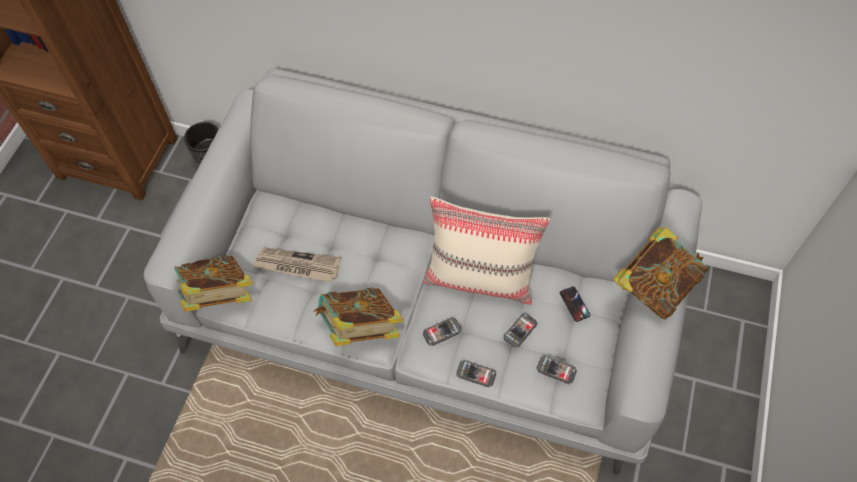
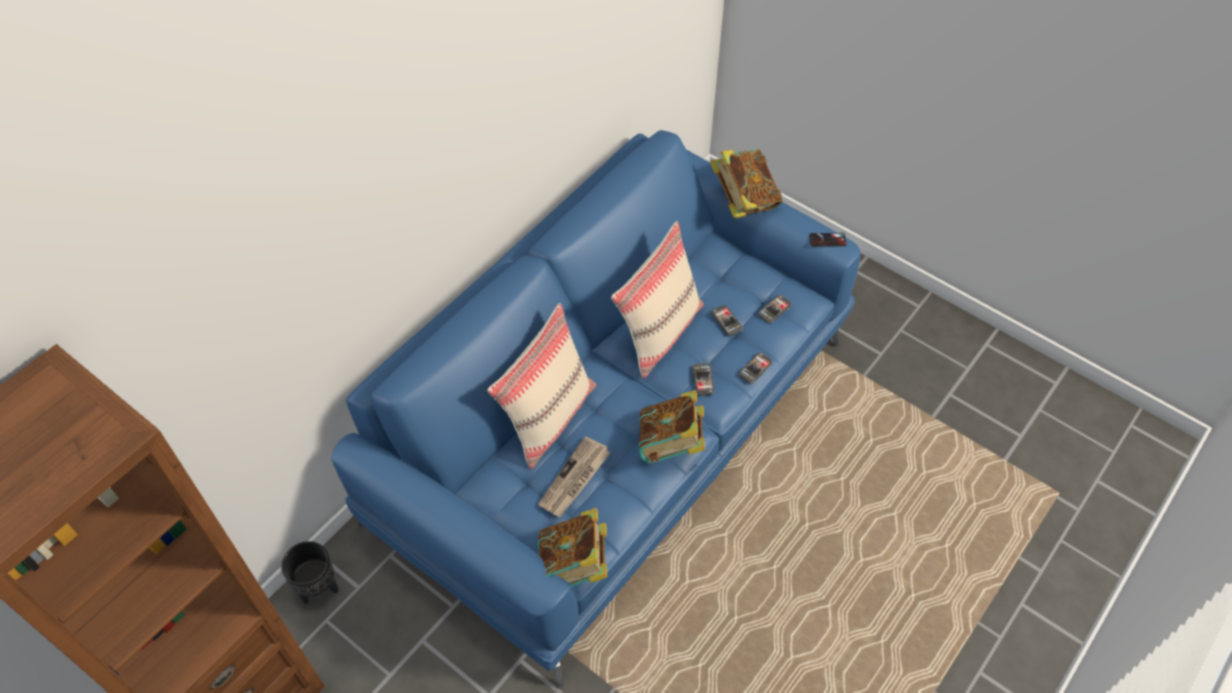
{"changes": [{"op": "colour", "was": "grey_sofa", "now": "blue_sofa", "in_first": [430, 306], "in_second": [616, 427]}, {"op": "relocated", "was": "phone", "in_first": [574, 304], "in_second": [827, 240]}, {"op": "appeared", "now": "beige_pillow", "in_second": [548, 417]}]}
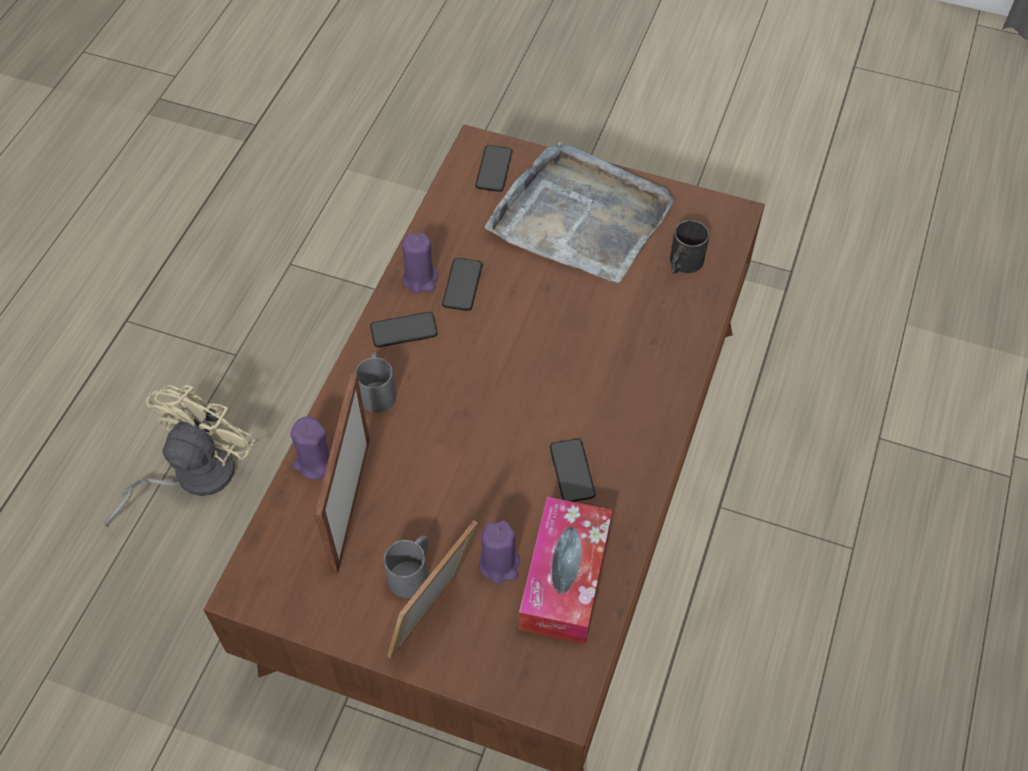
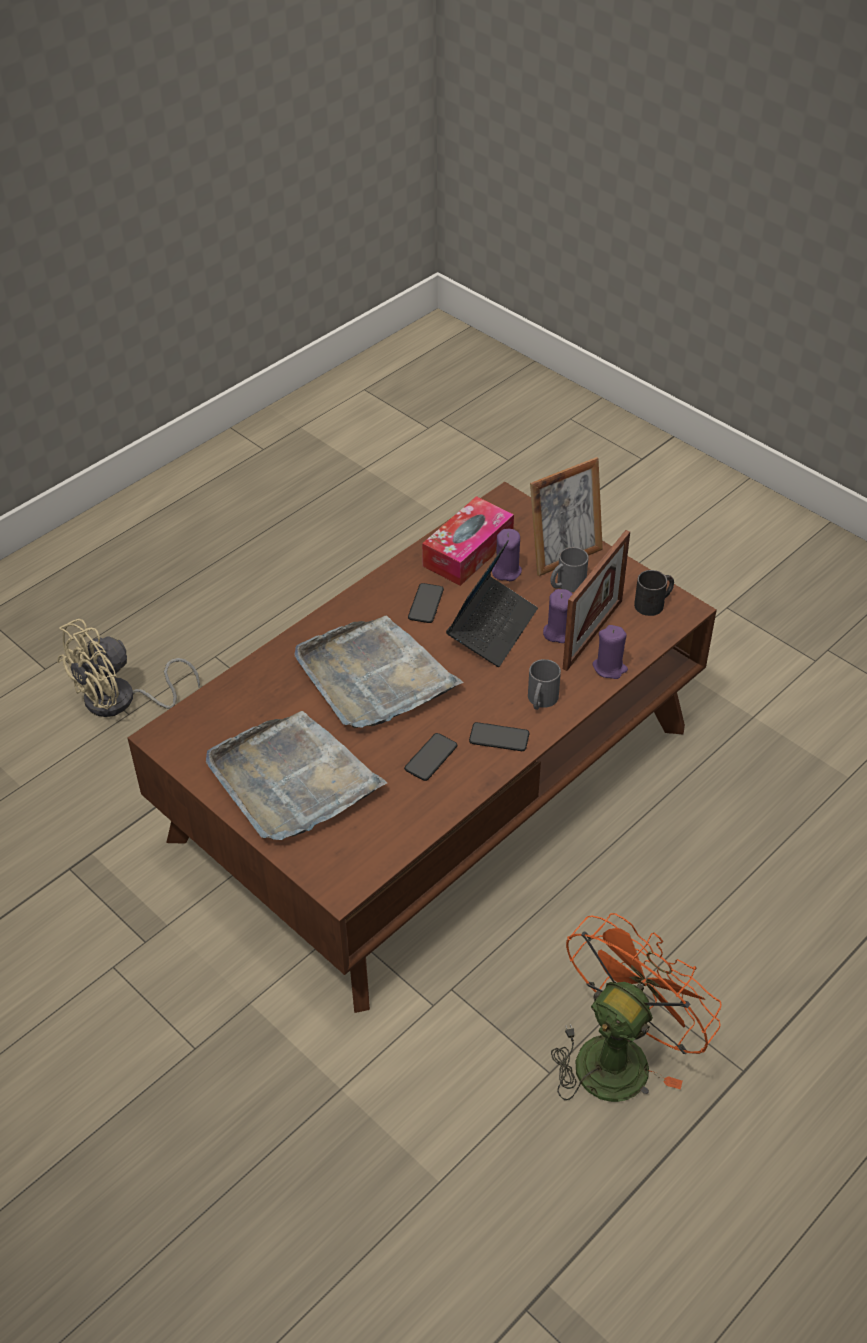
{"changes": [{"op": "missing", "was": "phone", "in_first": [494, 169]}, {"op": "relocated", "was": "black_mug", "in_first": [682, 264], "in_second": [654, 603]}, {"op": "relocated", "was": "purple_candle", "in_first": [420, 279], "in_second": [558, 632]}, {"op": "relocated", "was": "beige_fan", "in_first": [192, 476], "in_second": [121, 701]}, {"op": "appeared", "now": "laptop", "in_second": [492, 628]}, {"op": "appeared", "now": "grey_tray", "in_second": [374, 677]}, {"op": "appeared", "now": "orange_fan", "in_second": [619, 1053]}]}
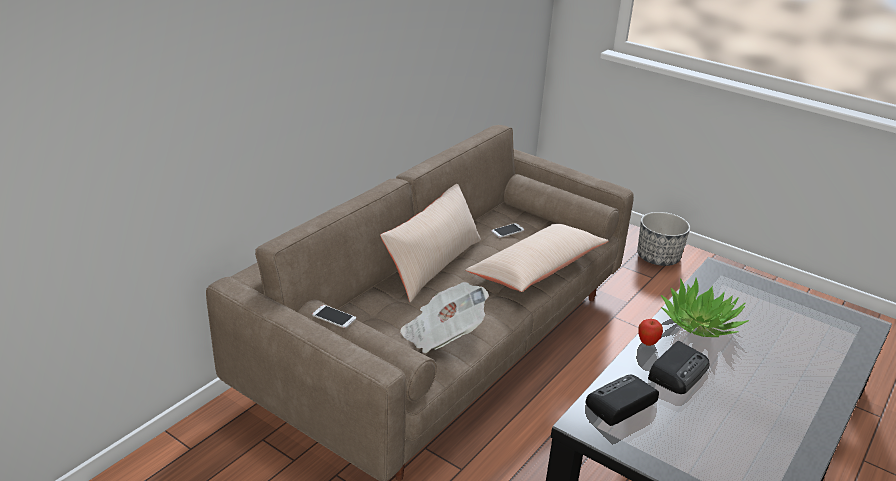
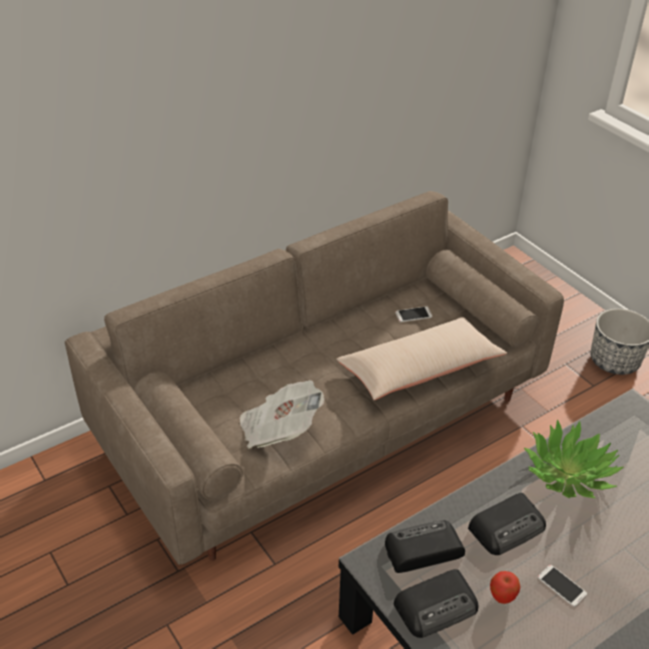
{"changes": [{"op": "missing", "was": "beige_pillow", "in_first": [433, 264]}, {"op": "relocated", "was": "phone", "in_first": [334, 317], "in_second": [561, 586]}, {"op": "relocated", "was": "apple", "in_first": [647, 343], "in_second": [502, 597]}, {"op": "appeared", "now": "radio", "in_second": [437, 606]}]}
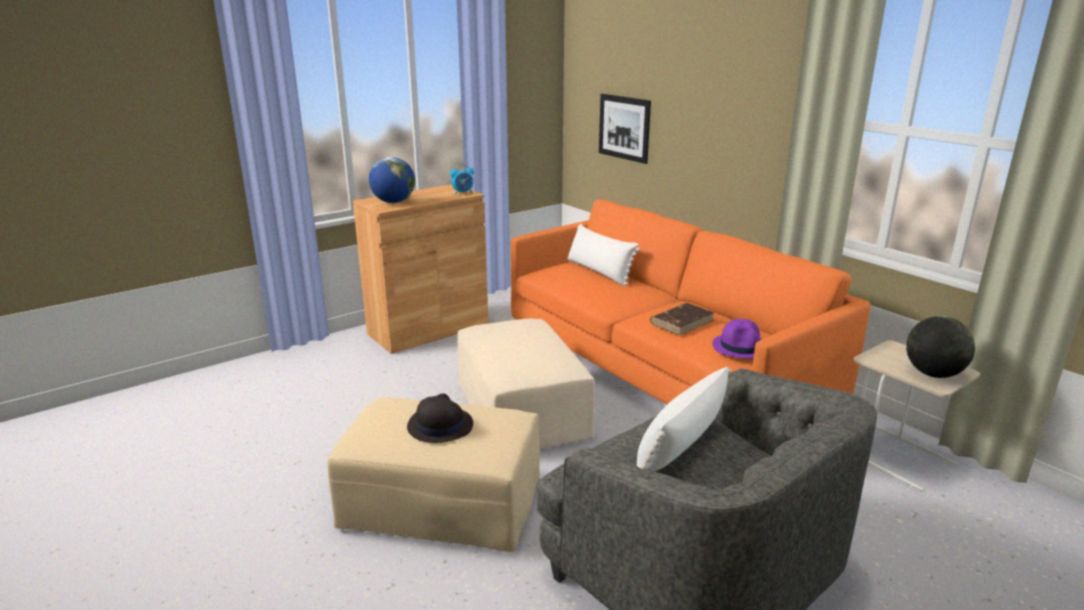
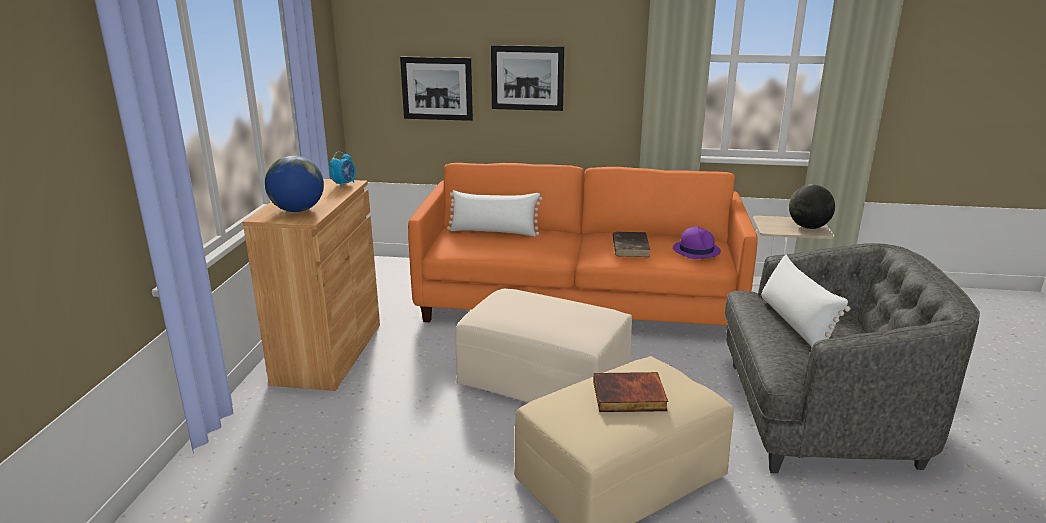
{"changes": [{"op": "exchanged", "was": "black_hat", "now": "book", "in_first": [439, 426], "in_second": [628, 397]}, {"op": "appeared", "now": "picture", "in_second": [527, 78]}]}
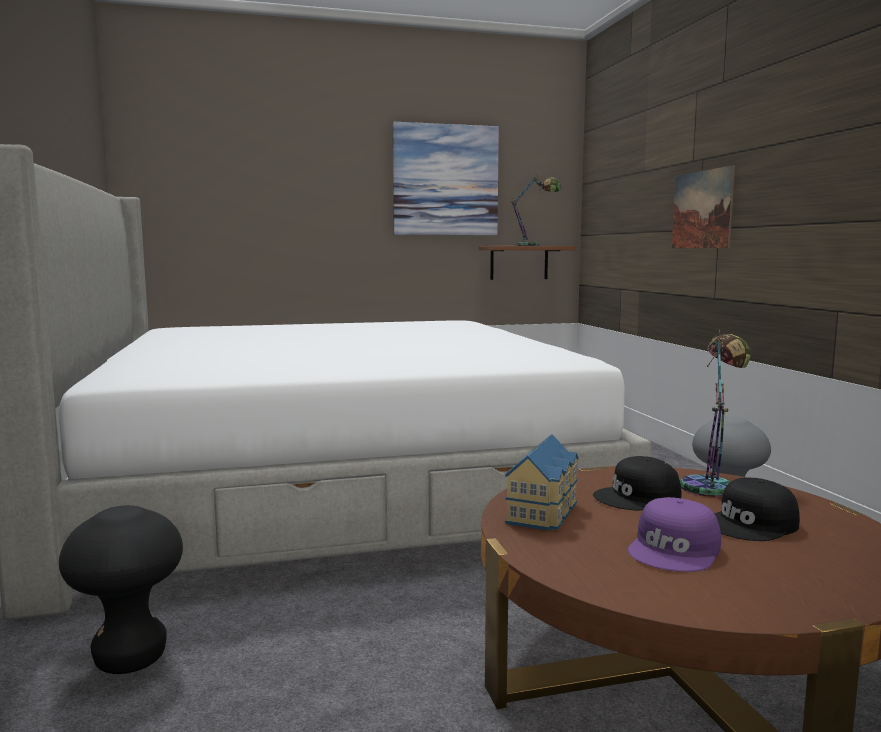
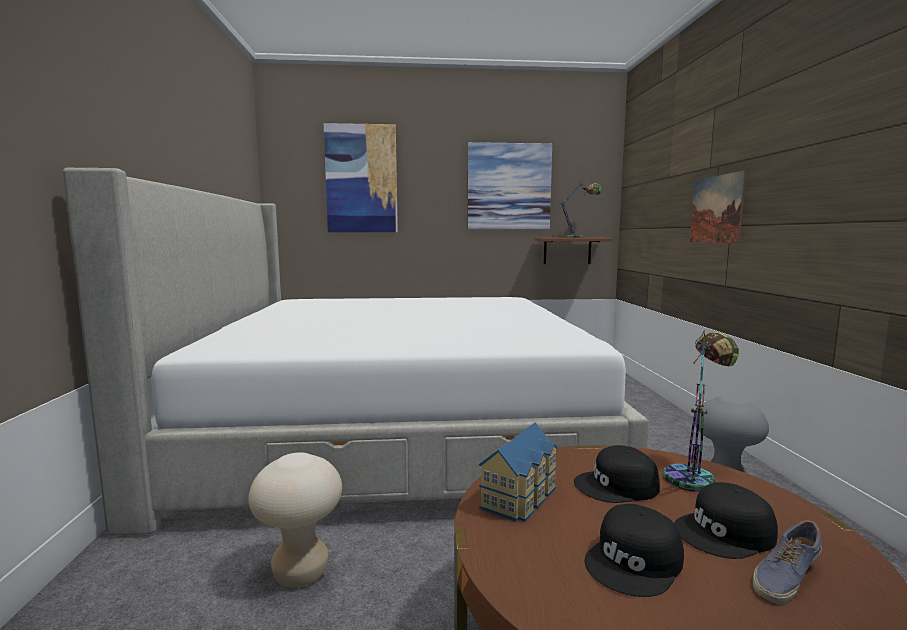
{"changes": [{"op": "colour", "was": "purple_cap", "now": "black_cap", "in_first": [675, 550], "in_second": [635, 562]}, {"op": "missing", "was": "black_stool", "in_first": [130, 659]}, {"op": "appeared", "now": "picture", "in_second": [361, 179]}, {"op": "appeared", "now": "beige_stool", "in_second": [301, 573]}, {"op": "appeared", "now": "shoe", "in_second": [785, 577]}]}
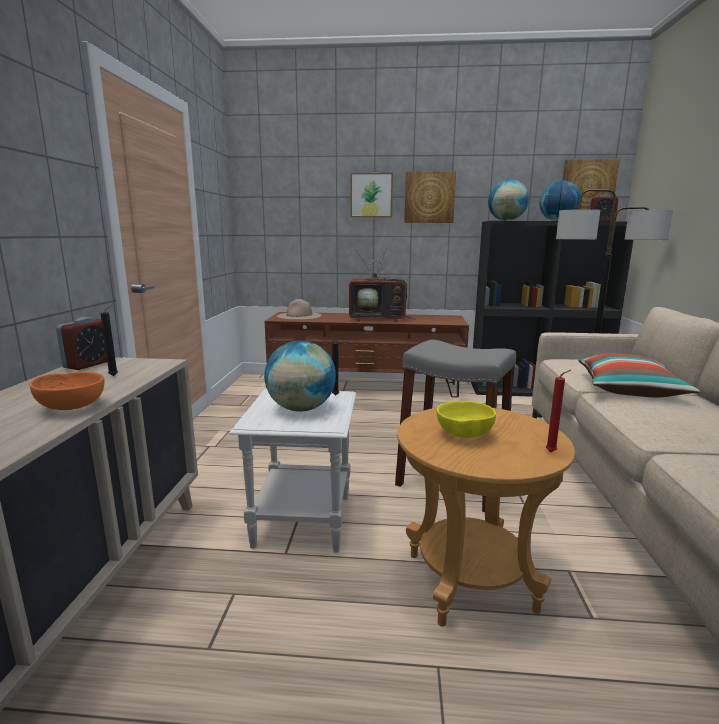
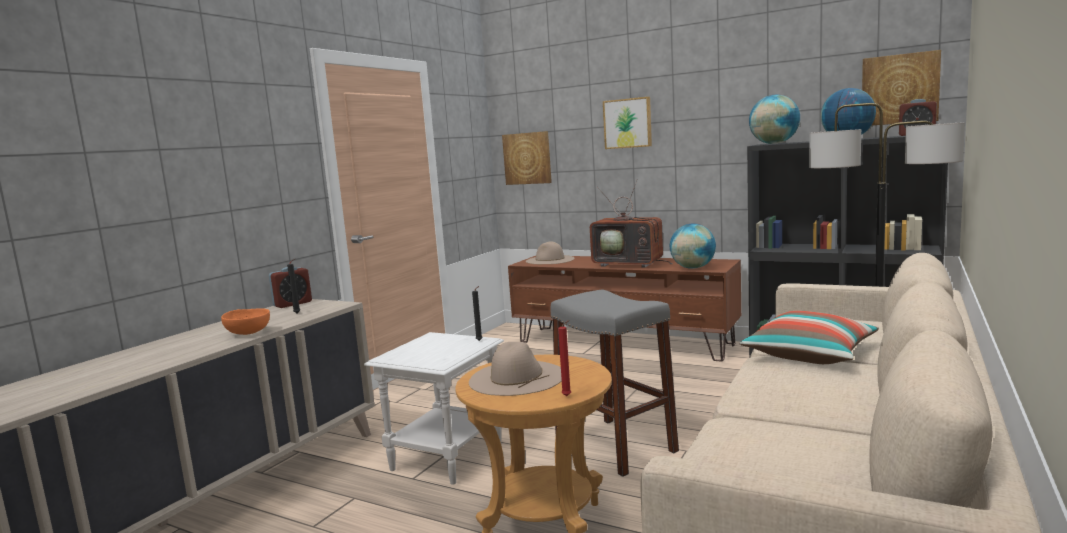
{"changes": [{"op": "relocated", "was": "picture", "in_first": [429, 197], "in_second": [527, 158]}, {"op": "relocated", "was": "globe", "in_first": [301, 409], "in_second": [693, 268]}, {"op": "exchanged", "was": "yellow_bowl", "now": "beige_hat", "in_first": [463, 435], "in_second": [516, 377]}]}
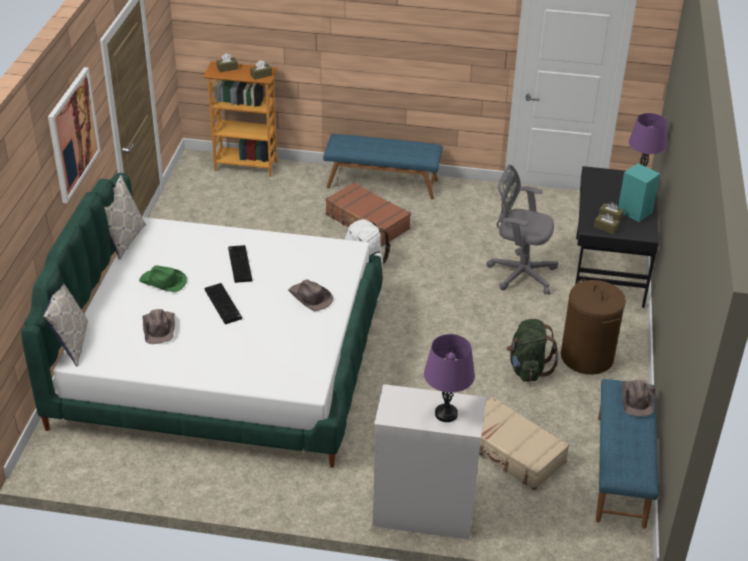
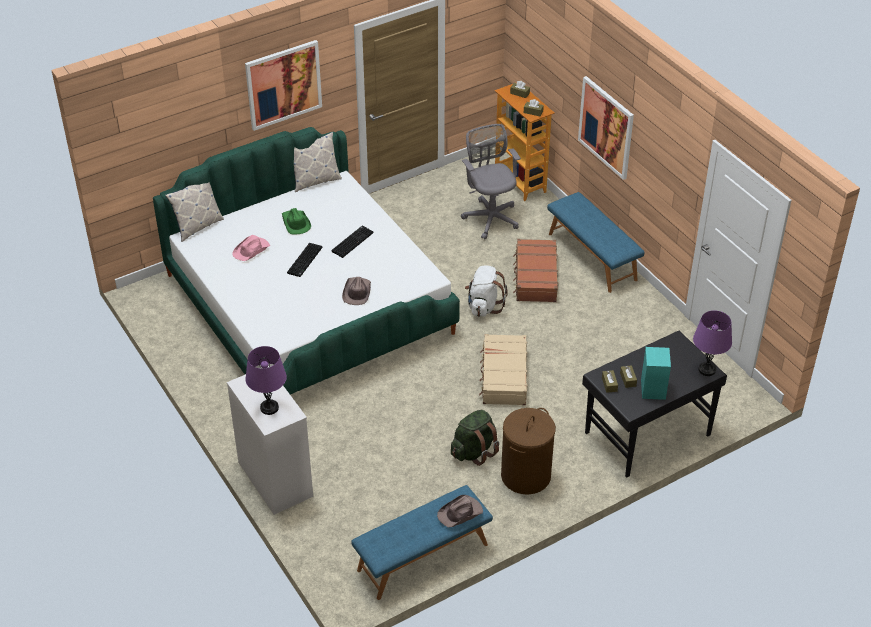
{"changes": [{"op": "relocated", "was": "grey_office_chair", "in_first": [519, 273], "in_second": [490, 217]}, {"op": "colour", "was": "brown_hat", "now": "pink_hat", "in_first": [159, 328], "in_second": [251, 250]}, {"op": "relocated", "was": "beige_suitcase", "in_first": [511, 452], "in_second": [503, 376]}, {"op": "appeared", "now": "picture", "in_second": [606, 127]}]}
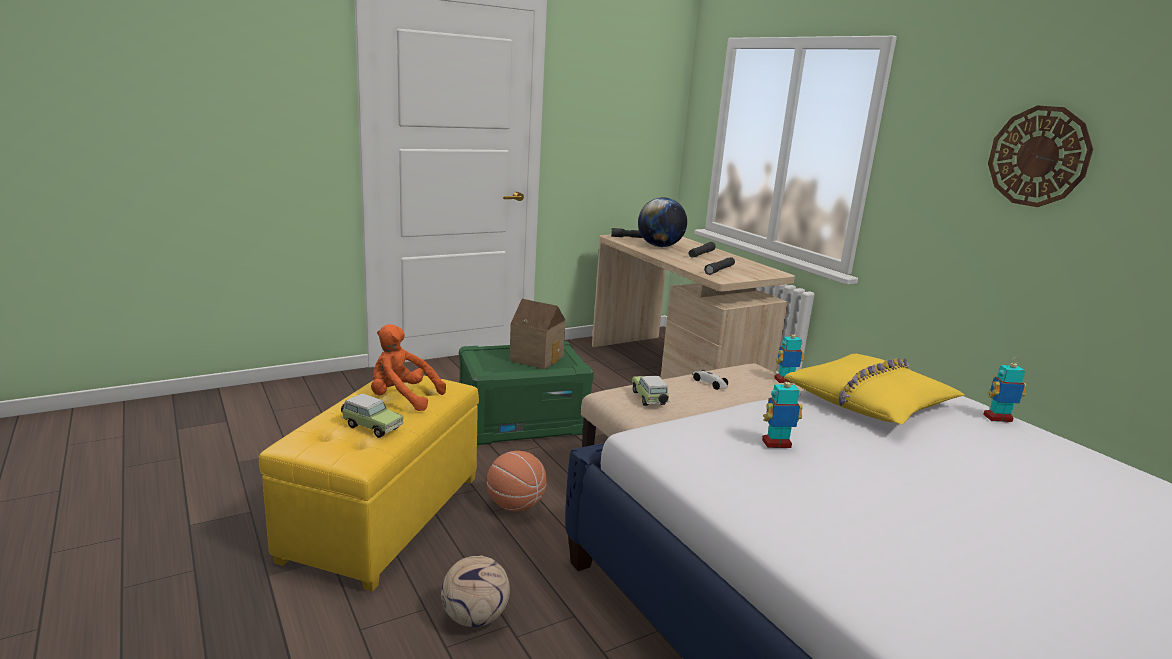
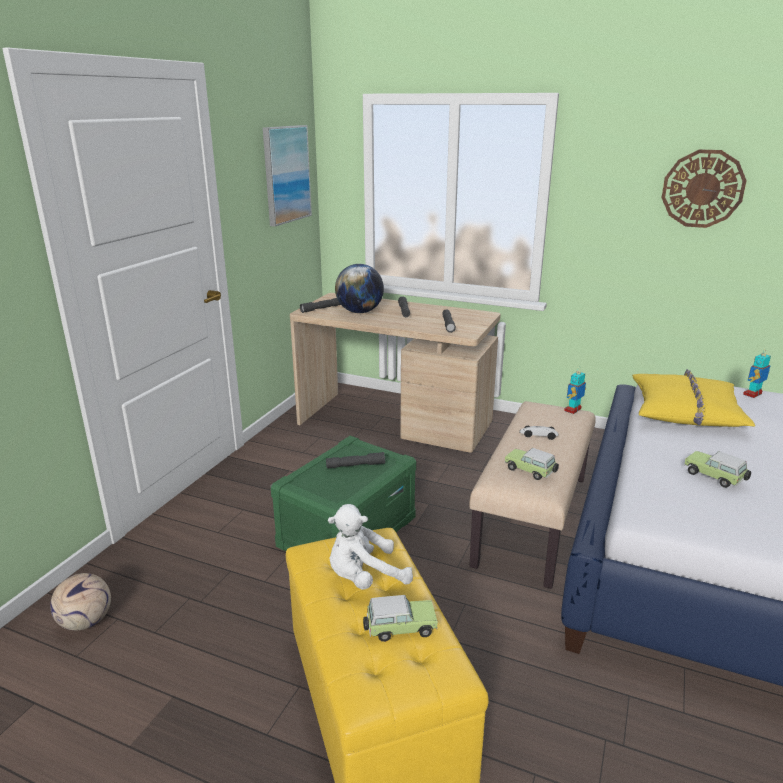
{"changes": [{"op": "exchanged", "was": "toy_house", "now": "grey_flashlight", "in_first": [537, 358], "in_second": [355, 465]}, {"op": "colour", "was": "orange_plush_toy", "now": "white_plush_toy", "in_first": [402, 398], "in_second": [364, 578]}, {"op": "exchanged", "was": "toy_robot", "now": "toy_car", "in_first": [776, 444], "in_second": [715, 478]}, {"op": "missing", "was": "basketball", "in_first": [515, 505]}, {"op": "relocated", "was": "football", "in_first": [474, 617], "in_second": [85, 622]}, {"op": "appeared", "now": "picture", "in_second": [286, 174]}]}
